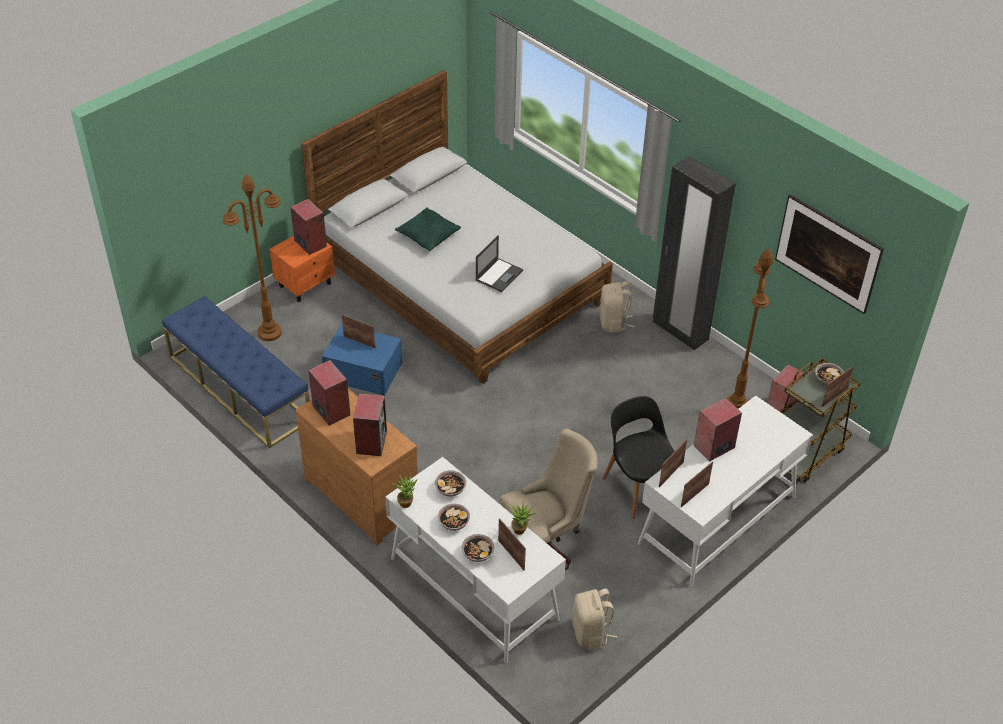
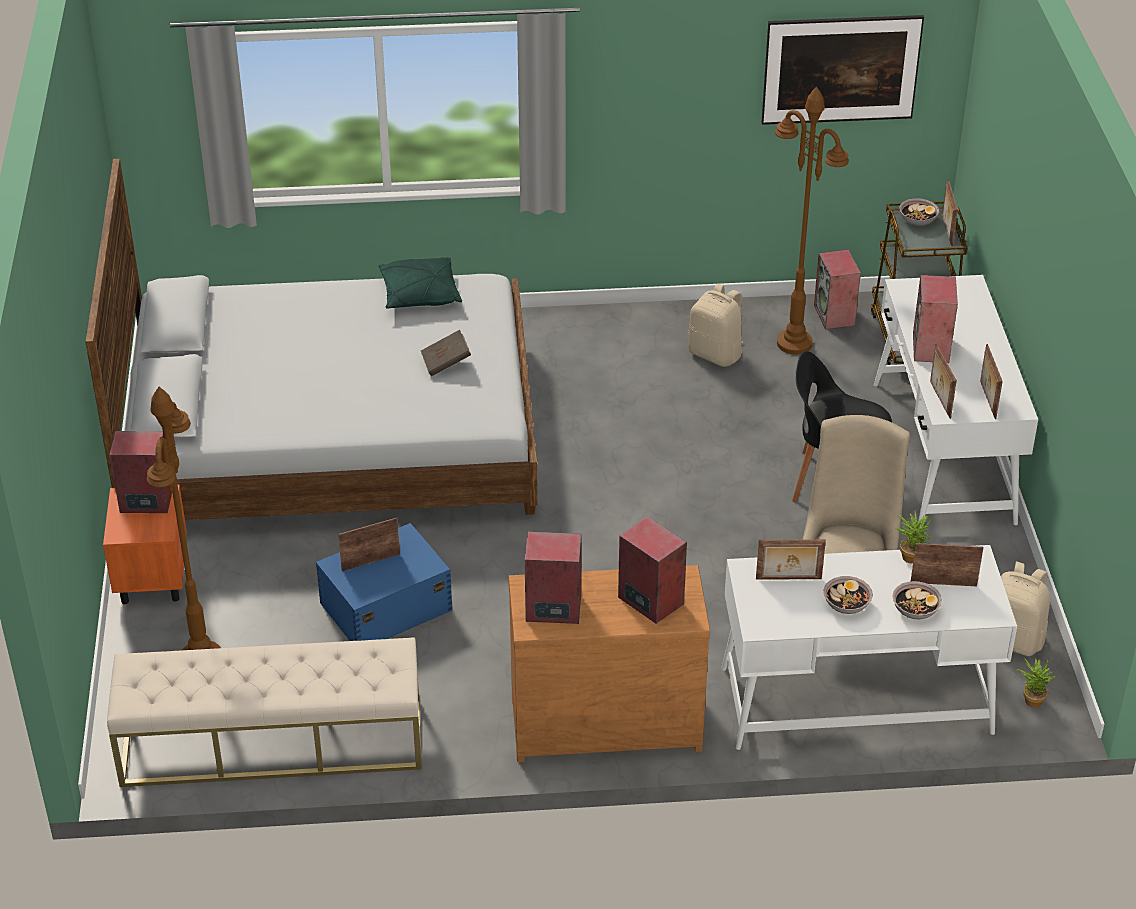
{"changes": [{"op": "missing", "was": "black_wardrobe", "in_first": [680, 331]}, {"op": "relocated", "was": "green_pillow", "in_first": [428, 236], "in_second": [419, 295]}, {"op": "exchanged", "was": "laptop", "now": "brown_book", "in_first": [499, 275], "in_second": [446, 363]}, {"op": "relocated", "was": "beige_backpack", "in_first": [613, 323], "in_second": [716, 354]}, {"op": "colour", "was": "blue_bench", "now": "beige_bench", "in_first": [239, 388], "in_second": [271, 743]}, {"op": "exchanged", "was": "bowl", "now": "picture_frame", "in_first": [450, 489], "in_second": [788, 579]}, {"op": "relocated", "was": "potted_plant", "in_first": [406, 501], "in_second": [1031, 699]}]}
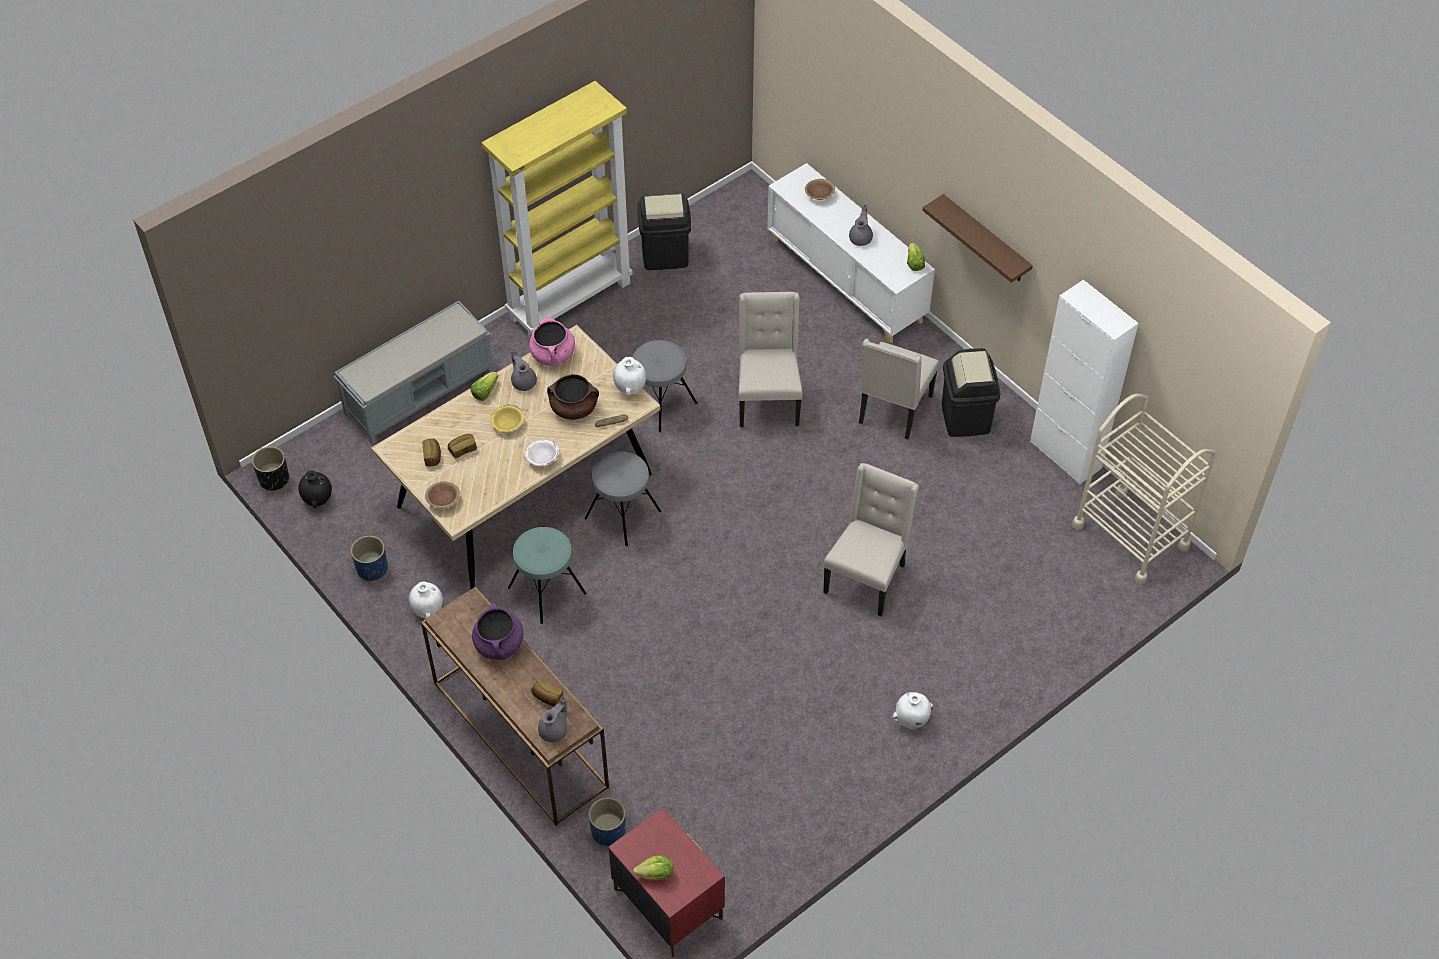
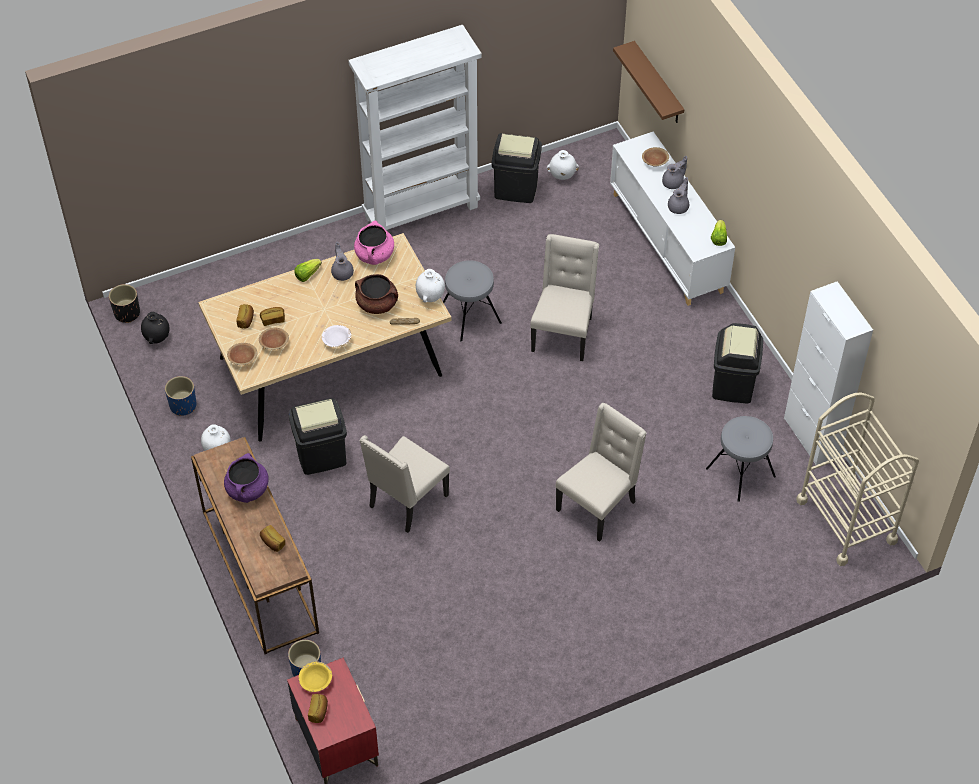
{"changes": [{"op": "colour", "was": "yellow_bookcase", "now": "white_bookcase", "in_first": [570, 299], "in_second": [422, 211]}, {"op": "relocated", "was": "brown_shelf", "in_first": [985, 240], "in_second": [658, 84]}, {"op": "missing", "was": "grey_bench", "in_first": [420, 392]}, {"op": "relocated", "was": "beige_chair", "in_first": [893, 410], "in_second": [406, 502]}, {"op": "relocated", "was": "yellow_bowl", "in_first": [508, 424], "in_second": [316, 681]}, {"op": "relocated", "was": "grey_stool", "in_first": [622, 515], "in_second": [740, 472]}, {"op": "exchanged", "was": "turquoise_stool", "now": "black_trash_can", "in_first": [547, 590], "in_second": [321, 455]}, {"op": "relocated", "was": "white_vase", "in_first": [911, 720], "in_second": [562, 176]}, {"op": "relocated", "was": "grey_teapot", "in_first": [554, 730], "in_second": [673, 183]}, {"op": "exchanged", "was": "lettuce", "now": "bread", "in_first": [656, 874], "in_second": [318, 711]}, {"op": "appeared", "now": "brown_bowl", "in_second": [274, 343]}]}
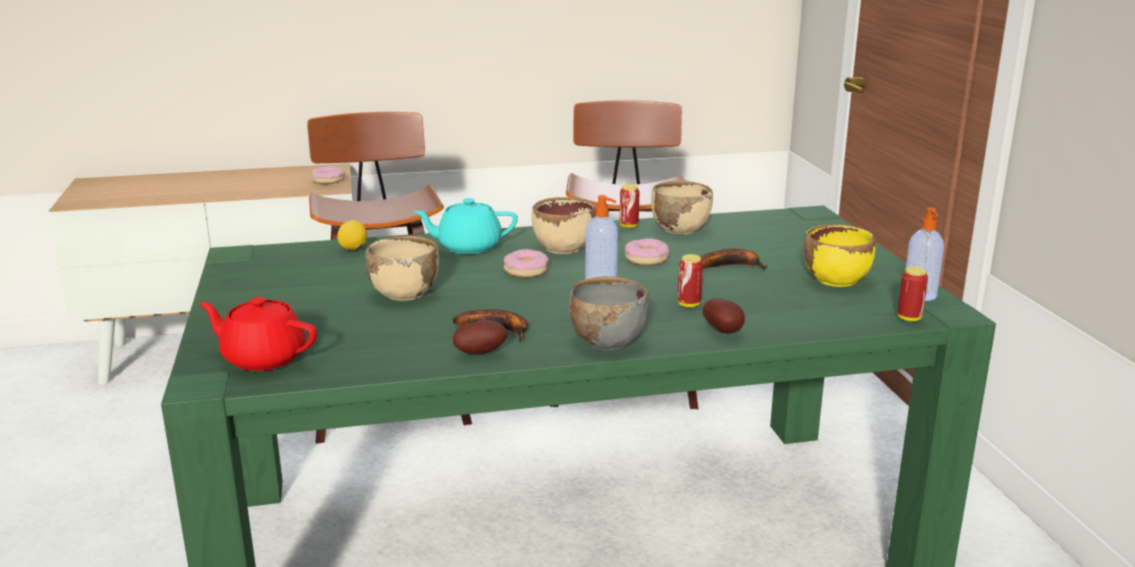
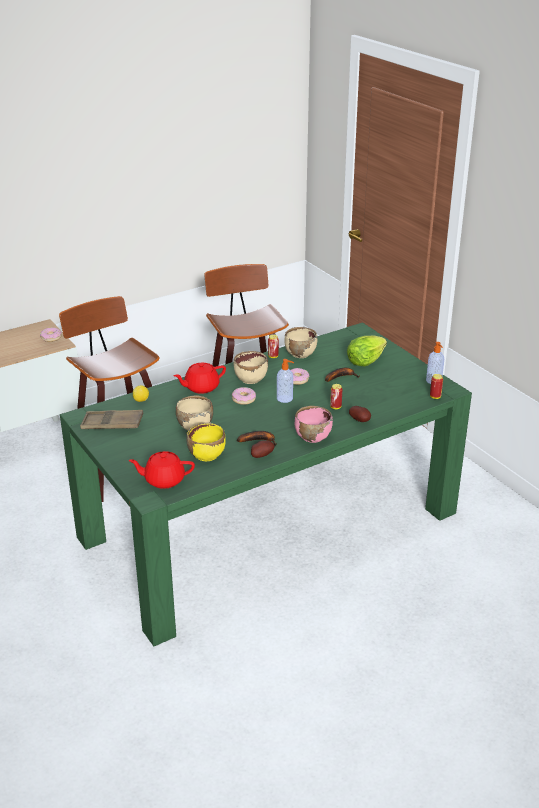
{"changes": [{"op": "colour", "was": "turquoise_teapot", "now": "red_teapot", "in_first": [468, 247], "in_second": [201, 387]}, {"op": "relocated", "was": "yellow_bowl", "in_first": [836, 279], "in_second": [207, 455]}, {"op": "colour", "was": "grey_bowl", "now": "pink_bowl", "in_first": [606, 340], "in_second": [312, 437]}, {"op": "appeared", "now": "lettuce", "in_second": [365, 361]}, {"op": "appeared", "now": "brown_tray", "in_second": [112, 424]}]}
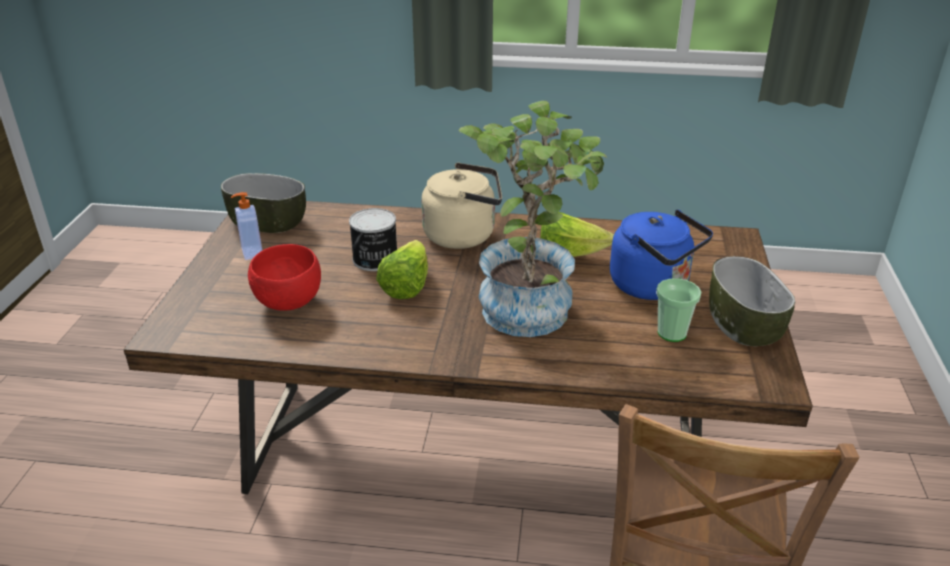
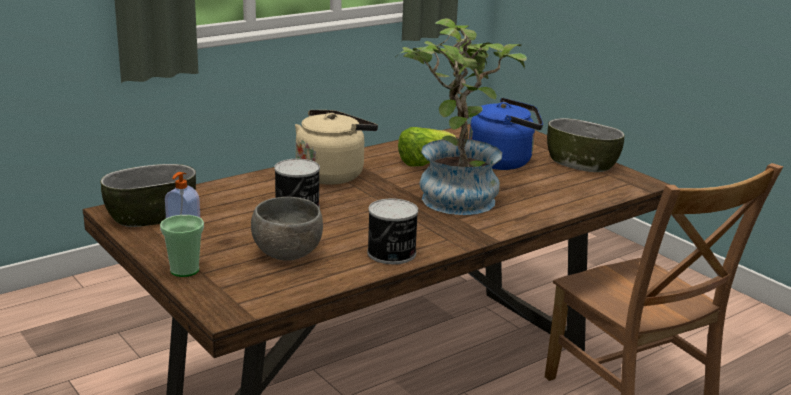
{"changes": [{"op": "missing", "was": "lettuce", "in_first": [406, 286]}, {"op": "colour", "was": "red_bowl", "now": "grey_bowl", "in_first": [287, 302], "in_second": [286, 255]}, {"op": "relocated", "was": "cup", "in_first": [672, 333], "in_second": [184, 270]}, {"op": "appeared", "now": "can", "in_second": [392, 253]}]}
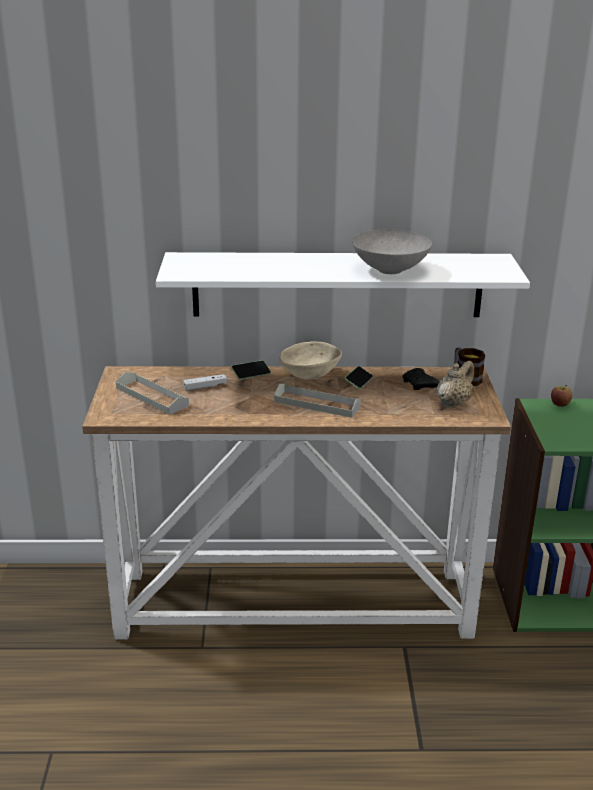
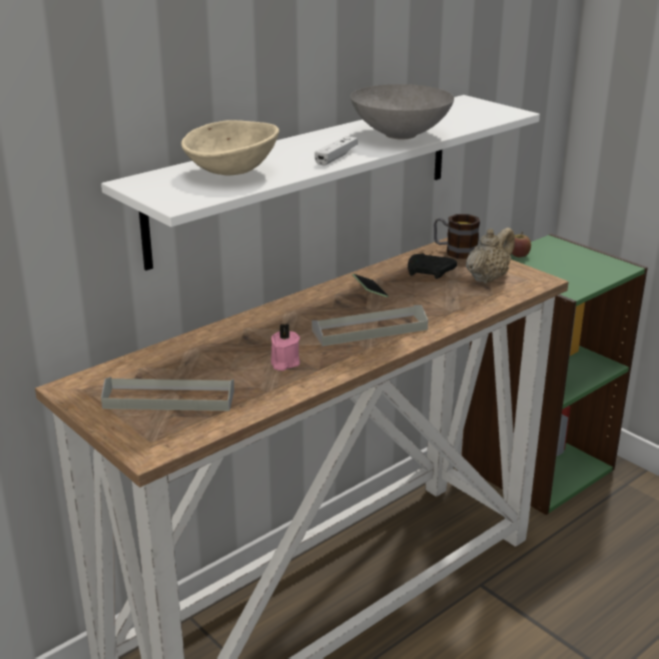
{"changes": [{"op": "relocated", "was": "beige_bowl", "in_first": [310, 376], "in_second": [232, 172]}, {"op": "missing", "was": "phone", "in_first": [251, 375]}, {"op": "spun", "was": "beige_teapot", "in_first": [453, 403], "in_second": [488, 278], "clockwise": 45}, {"op": "relocated", "was": "white_game_controller", "in_first": [205, 387], "in_second": [336, 157]}, {"op": "appeared", "now": "pink_candle", "in_second": [284, 363]}]}
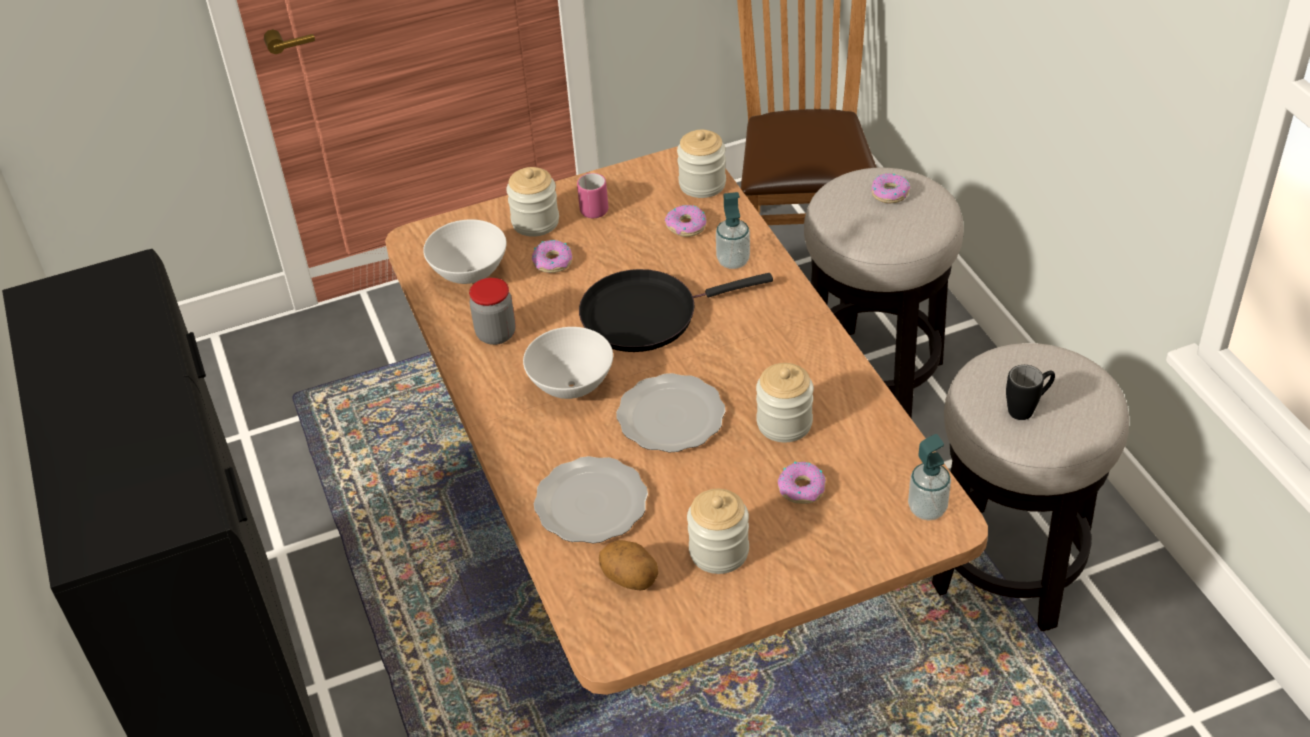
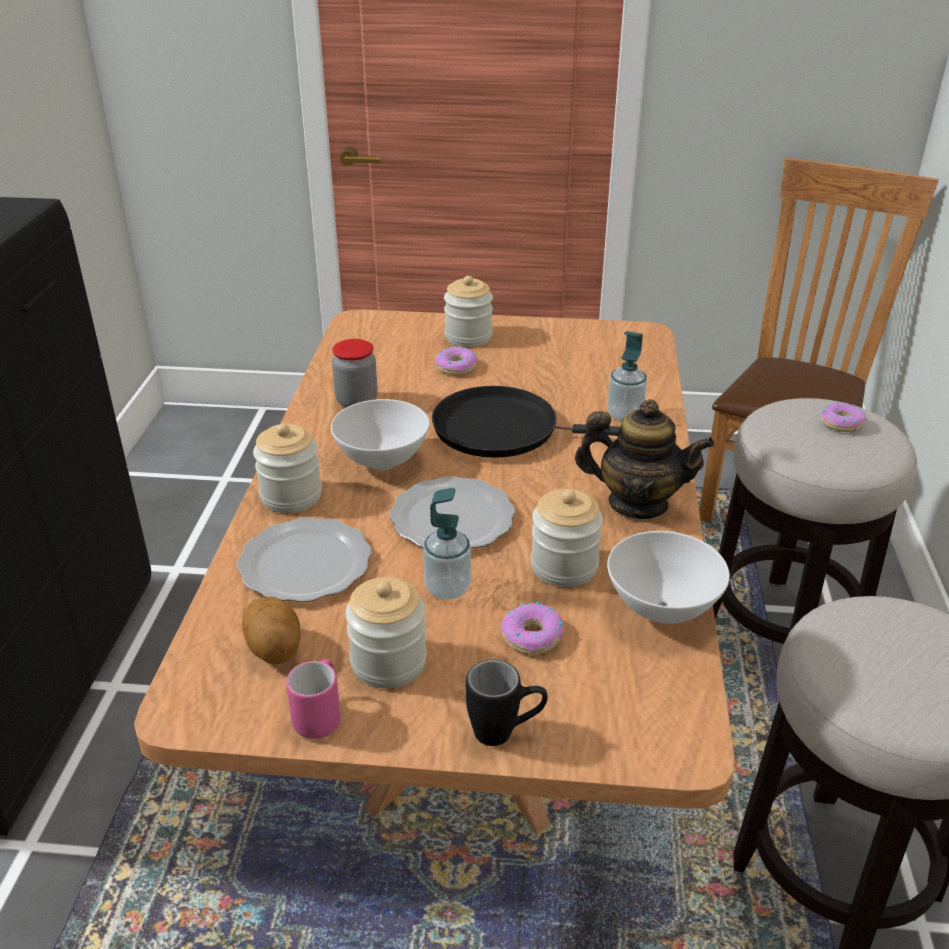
{"changes": [{"op": "relocated", "was": "jar", "in_first": [702, 184], "in_second": [291, 496]}, {"op": "relocated", "was": "pink_mug", "in_first": [593, 207], "in_second": [320, 715]}, {"op": "missing", "was": "donut", "in_first": [686, 226]}, {"op": "relocated", "was": "white_bowl", "in_first": [469, 274], "in_second": [661, 609]}, {"op": "relocated", "was": "black_mug", "in_first": [1027, 408], "in_second": [505, 732]}, {"op": "relocated", "was": "soap_dispenser", "in_first": [927, 509], "in_second": [447, 589]}, {"op": "appeared", "now": "teapot", "in_second": [637, 503]}]}
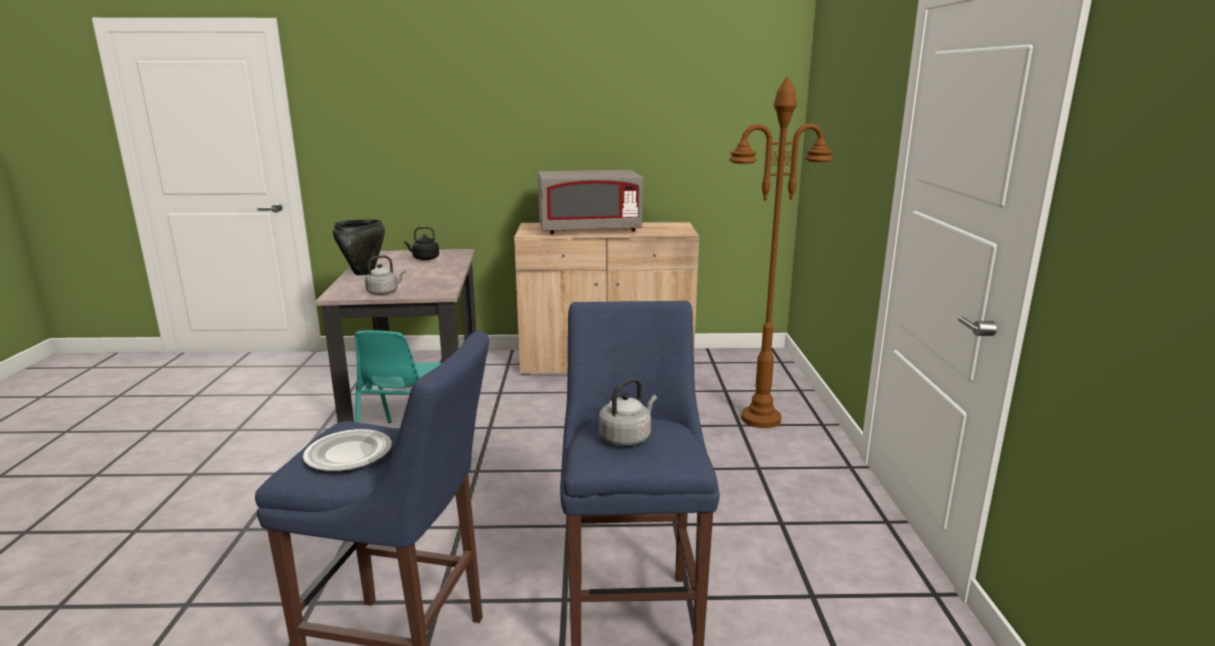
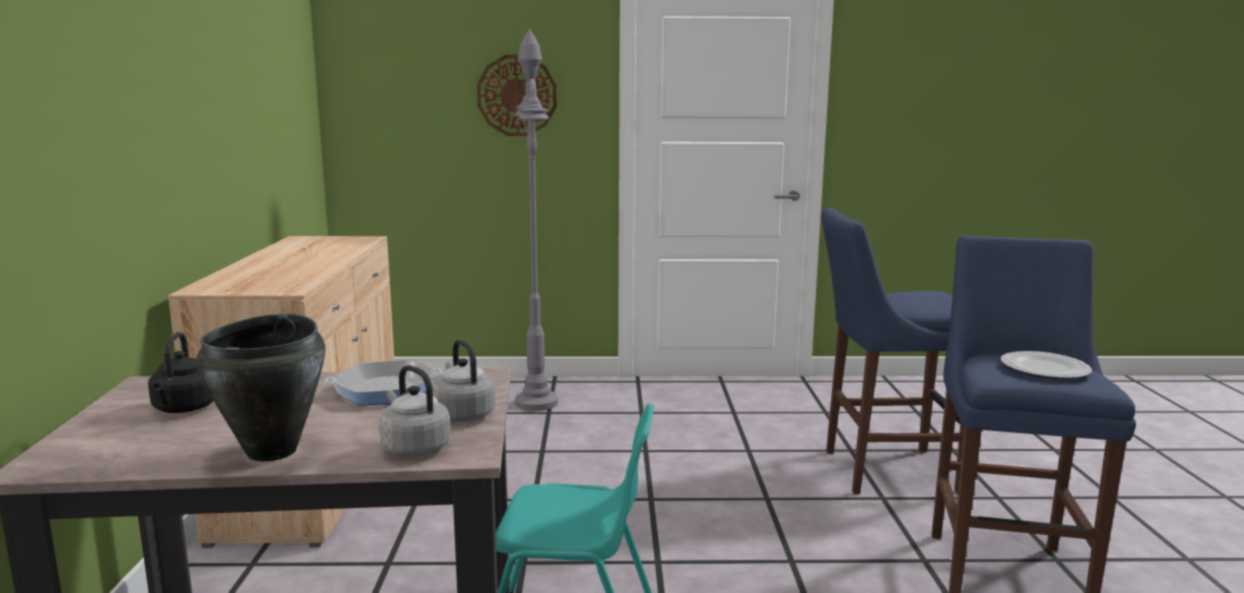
{"changes": [{"op": "colour", "was": "brown_floor_lamp", "now": "grey_floor_lamp", "in_first": [761, 419], "in_second": [536, 402]}, {"op": "missing", "was": "grey_microwave", "in_first": [589, 230]}, {"op": "relocated", "was": "grey_kettle", "in_first": [627, 437], "in_second": [414, 447]}, {"op": "appeared", "now": "wall_clock", "in_second": [517, 95]}, {"op": "appeared", "now": "frying_pan", "in_second": [385, 390]}]}
